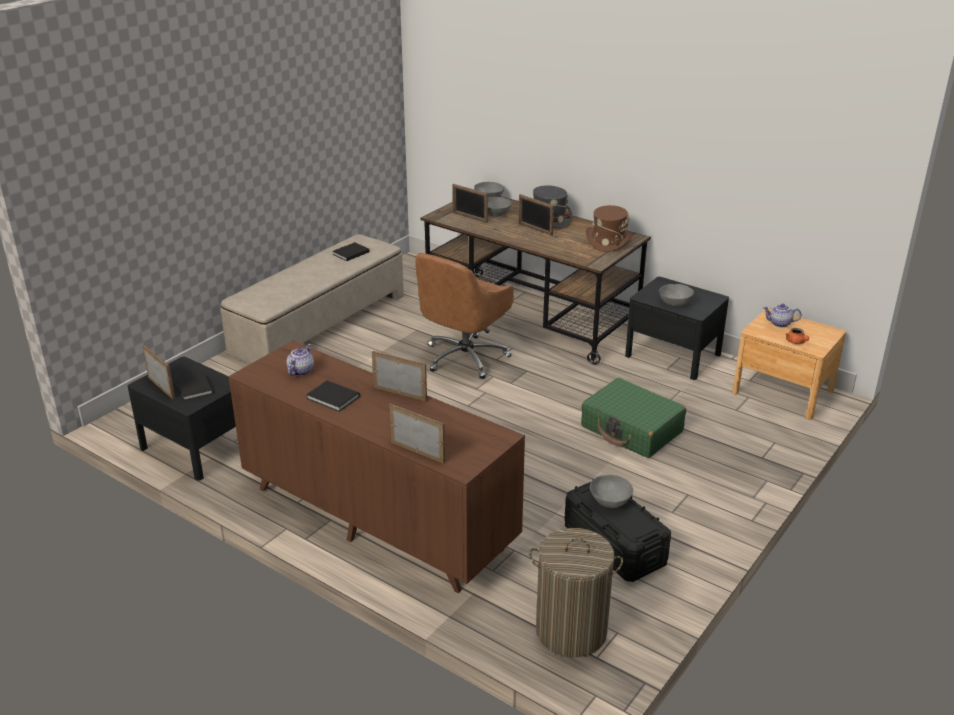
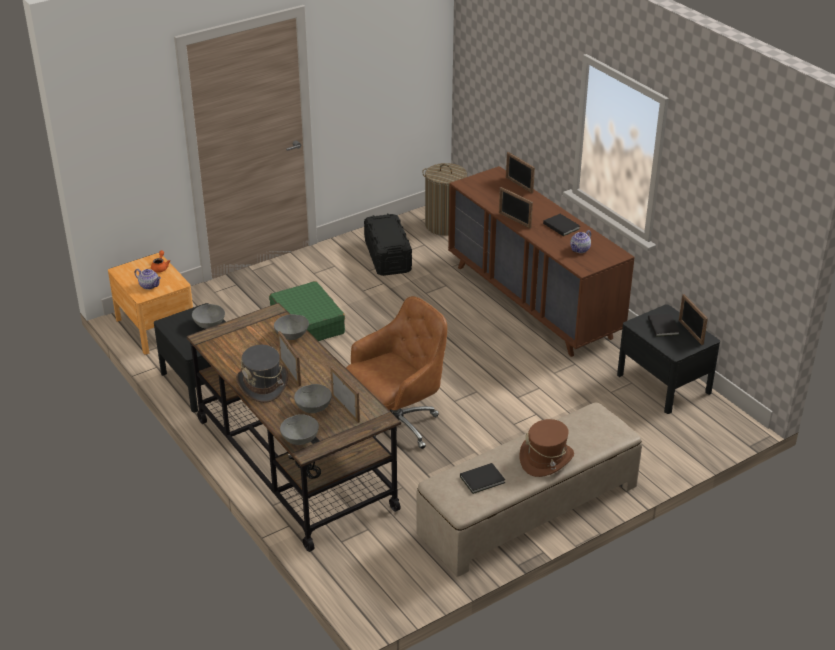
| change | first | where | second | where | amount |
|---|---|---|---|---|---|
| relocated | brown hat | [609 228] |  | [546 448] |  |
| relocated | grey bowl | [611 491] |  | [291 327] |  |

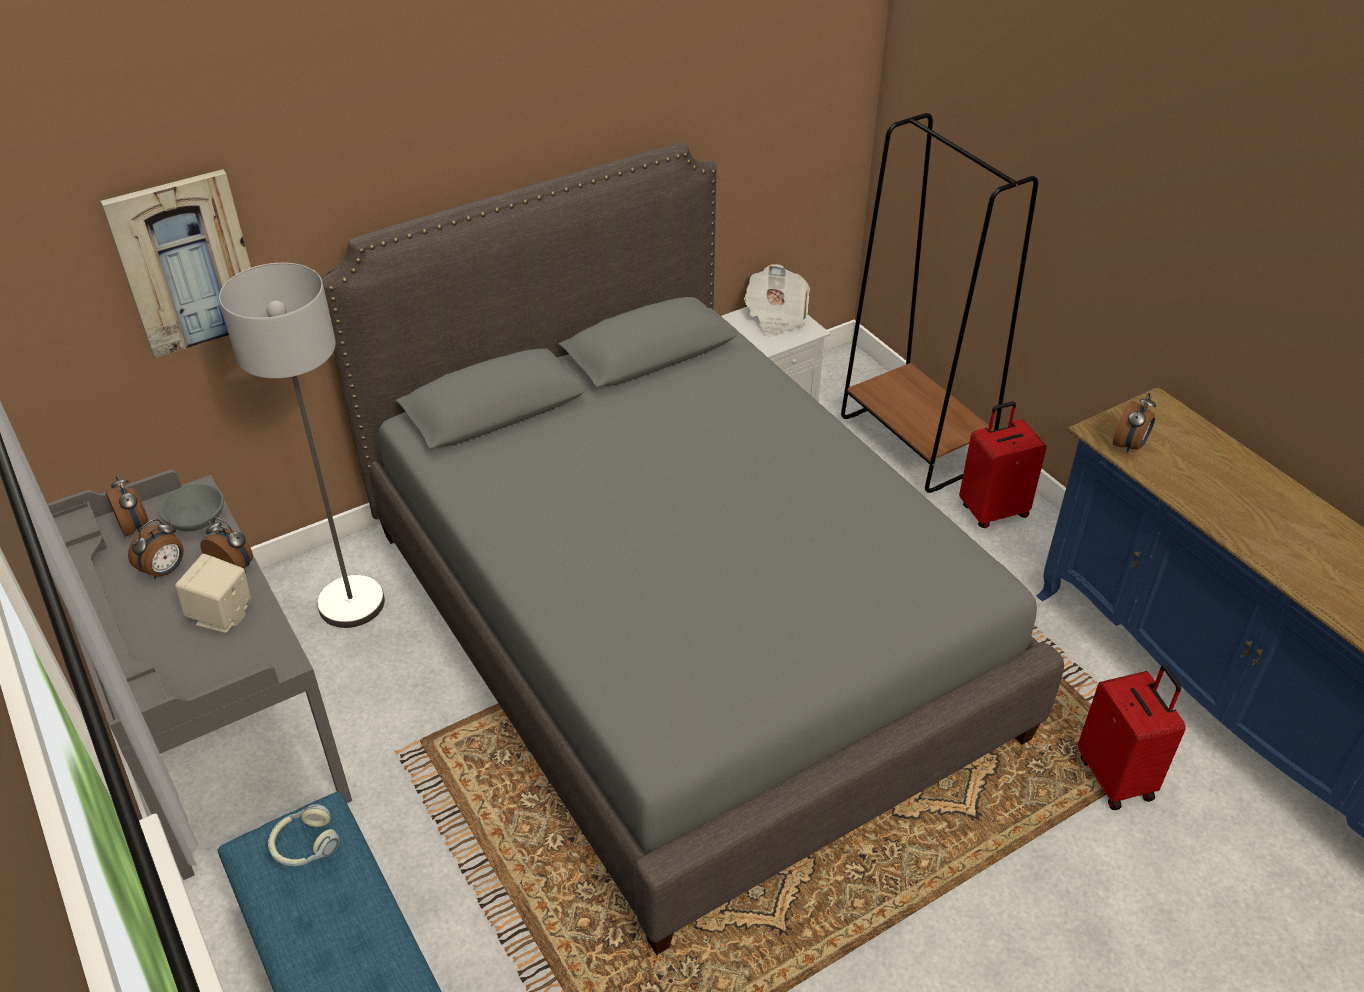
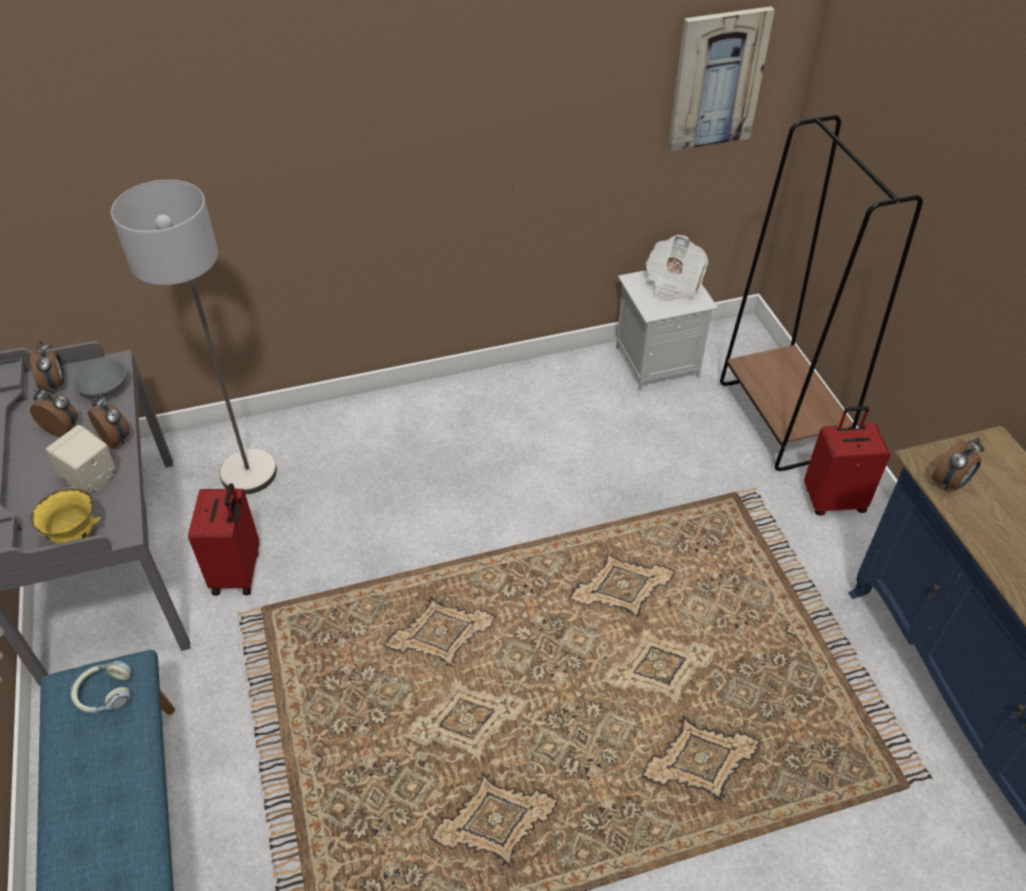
| change | first | where | second | where | amount |
|---|---|---|---|---|---|
| missing | grey bed | [692 549] |  |  |  |
| relocated | picture | [175 263] |  | [721 78] |  |
| spun | alarm clock | [156 549] |  | [54 411] | 120 degrees counterclockwise |
| relocated | red suitcase | [1132 737] |  | [224 539] |  |
| appeared |  |  | yellow bowl | [66 515] |  |

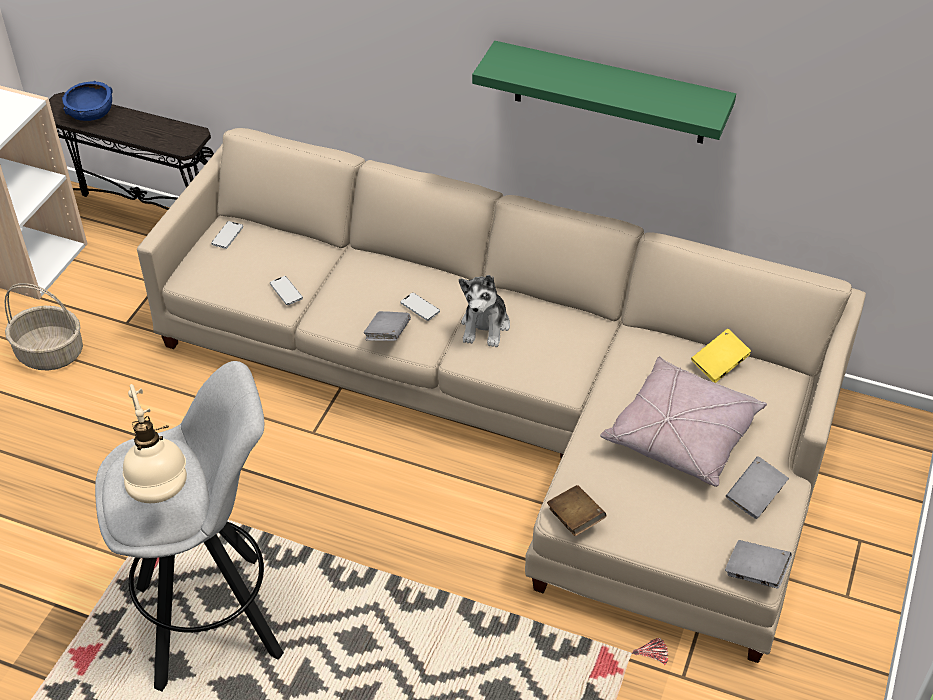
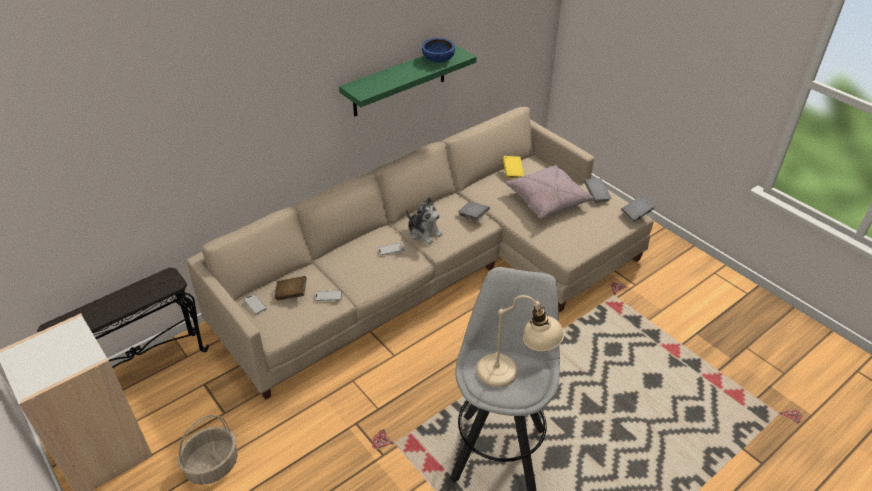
| change | first | where | second | where | amount |
|---|---|---|---|---|---|
| relocated | blue bowl | [87 101] |  | [438 50] |  |
| relocated | grey book | [387 326] |  | [474 211] |  |
| relocated | brown book | [577 510] |  | [290 288] |  |

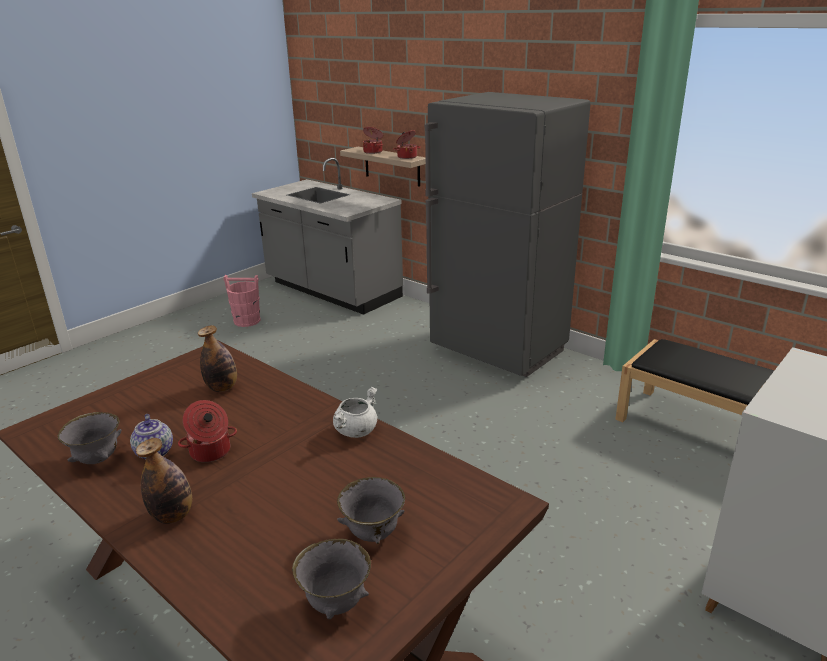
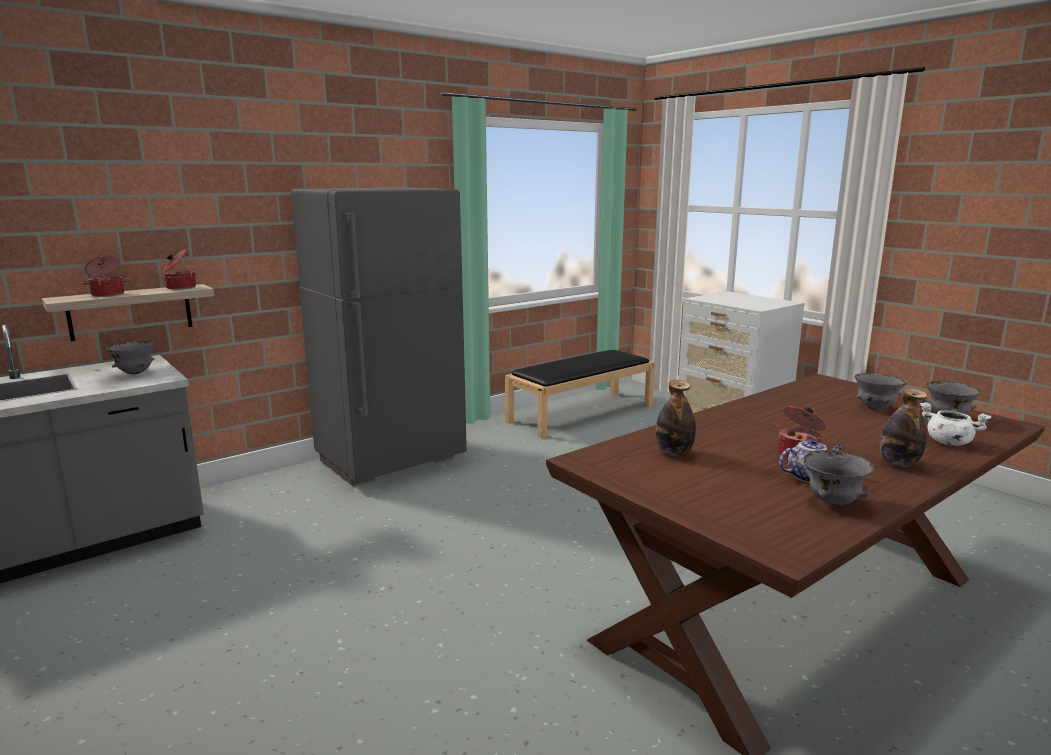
| change | first | where | second | where | amount |
|---|---|---|---|---|---|
| missing | pink bucket | [242 301] |  |  |  |
| relocated | white cooking pot | [355 412] |  | [955 424] |  |
| appeared |  |  | grey bowl | [130 357] |  |

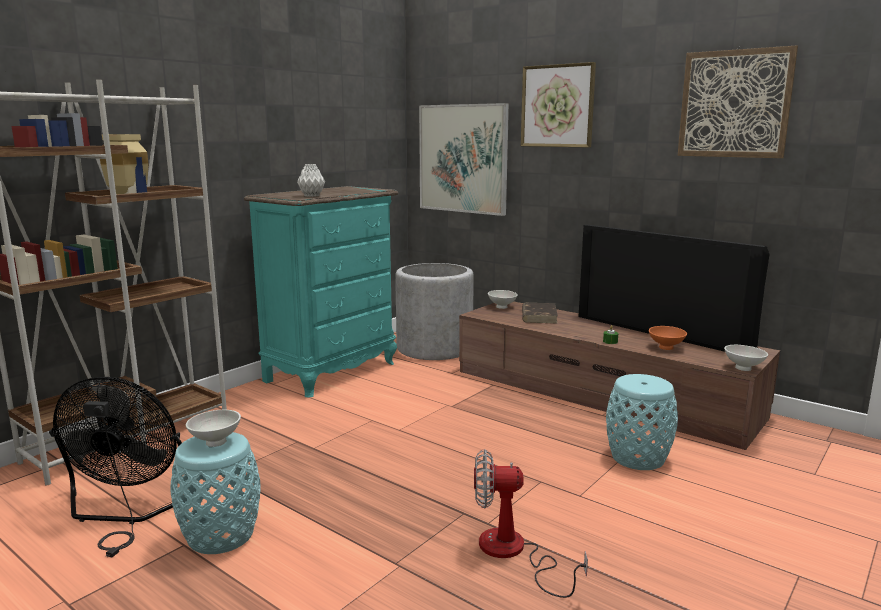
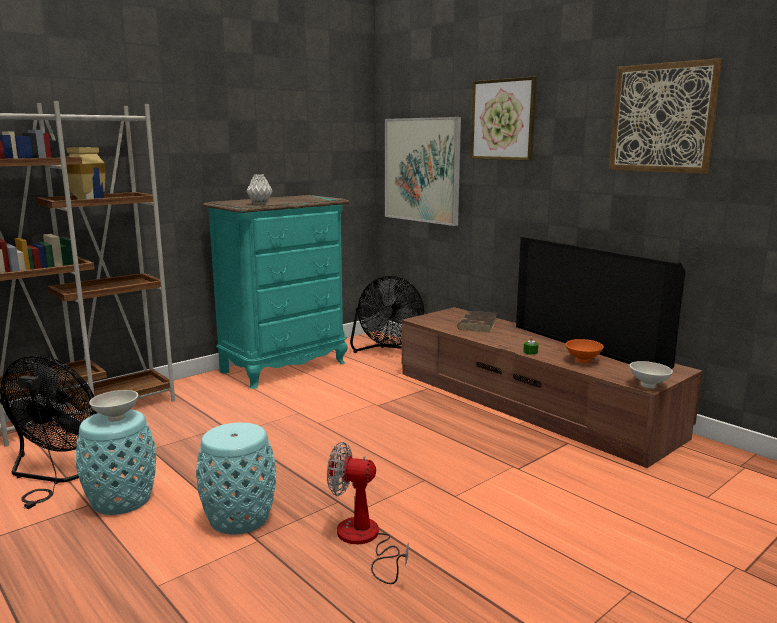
| change | first | where | second | where | amount |
|---|---|---|---|---|---|
| exchanged | grey planter | [434 311] | black fan | [388 314] |  |
| missing | white bowl | [503 299] |  |  |  |
| relocated | turquoise stool | [642 422] |  | [236 478] |  |

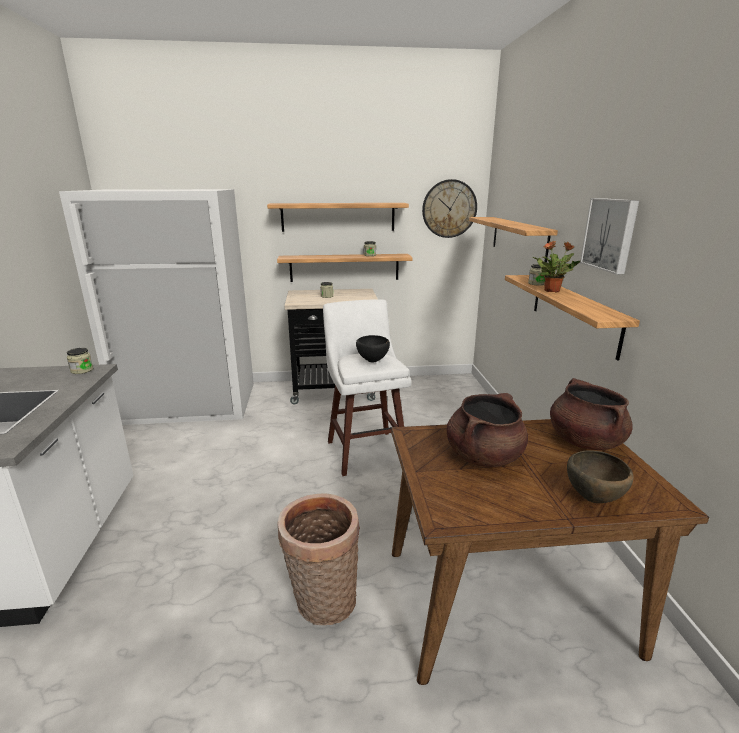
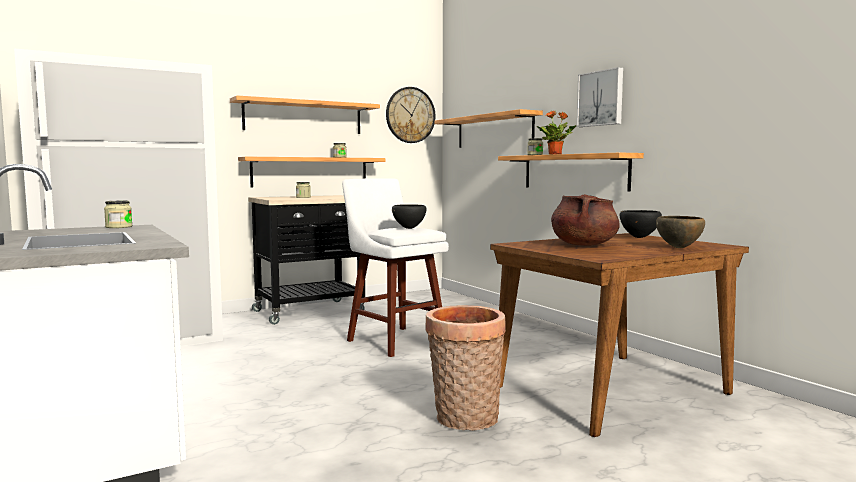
| change | first | where | second | where | amount |
|---|---|---|---|---|---|
| exchanged | brown cooking pot | [591 414] | black bowl | [641 224] |  |

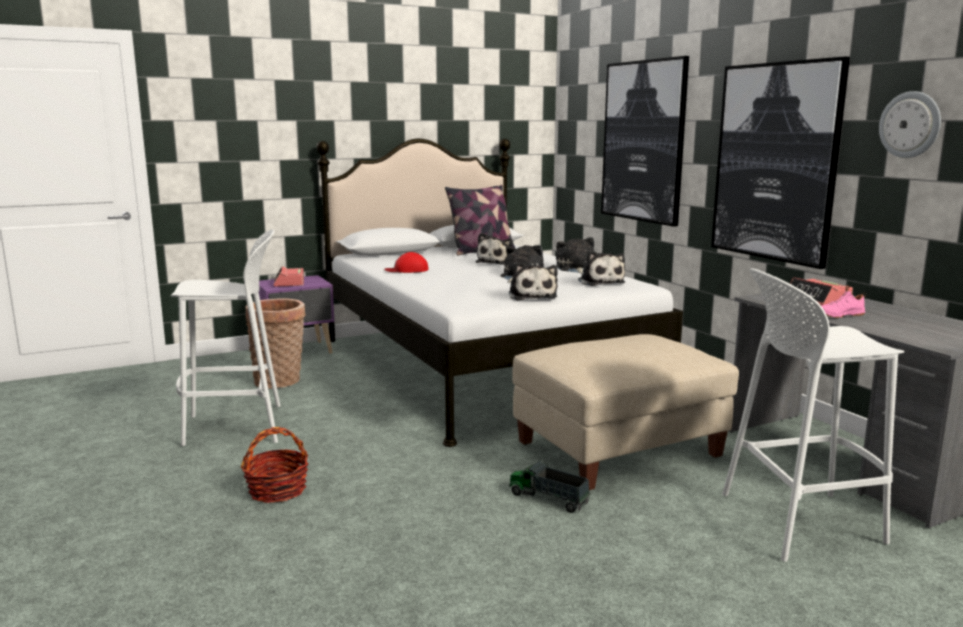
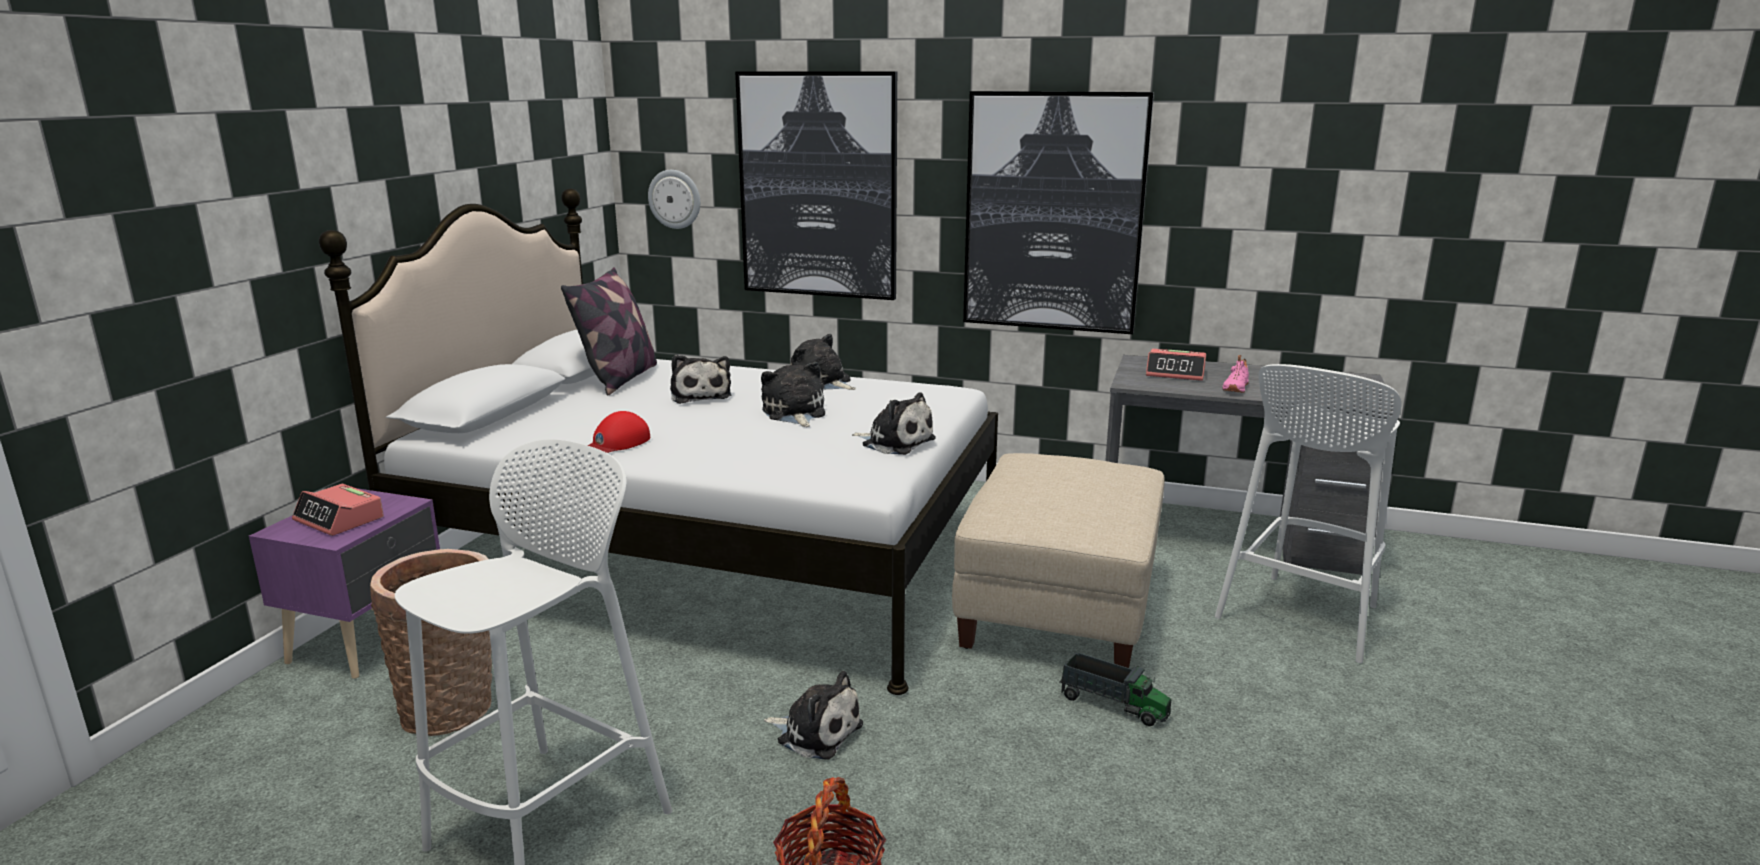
| change | first | where | second | where | amount |
|---|---|---|---|---|---|
| relocated | wall clock | [910 124] |  | [674 199] |  |
| relocated | plush toy | [601 268] |  | [813 715] |  |
| spun | toy truck | [550 487] |  | [1115 689] | 135 degrees counterclockwise |

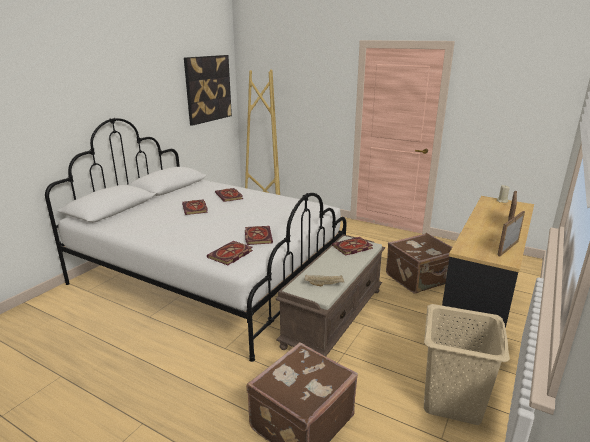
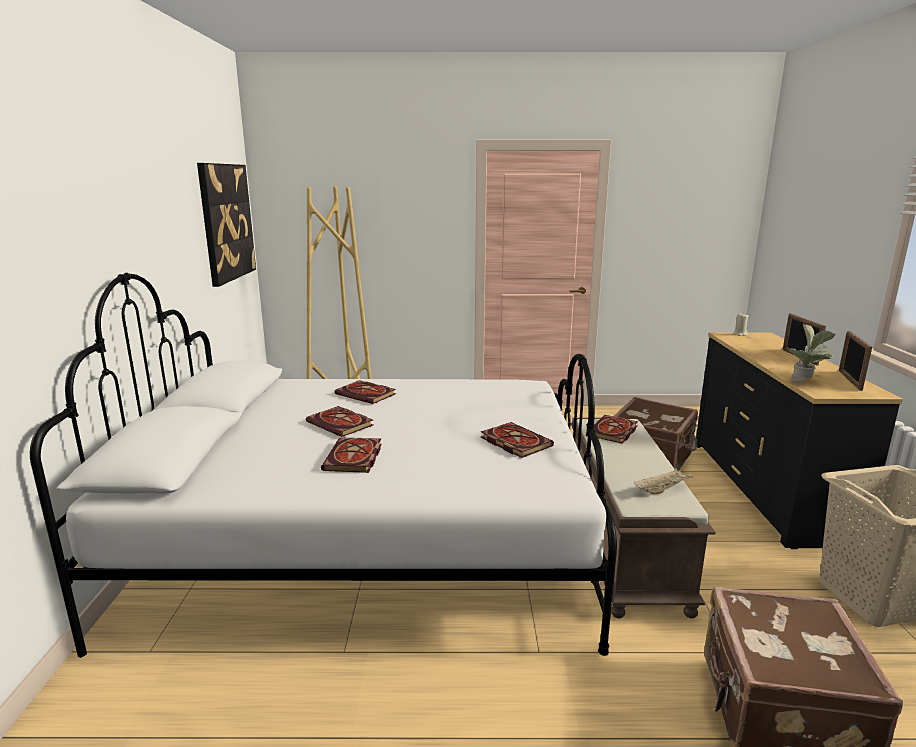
| change | first | where | second | where | amount |
|---|---|---|---|---|---|
| relocated | book | [230 253] |  | [351 455] |  |
| appeared |  |  | potted plant | [812 353] |  |

